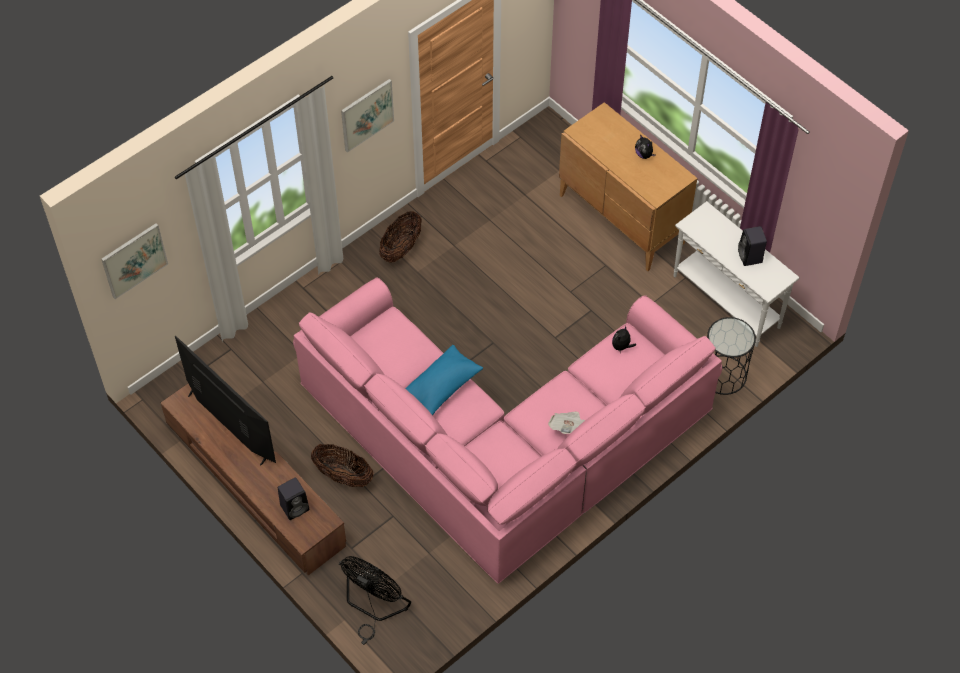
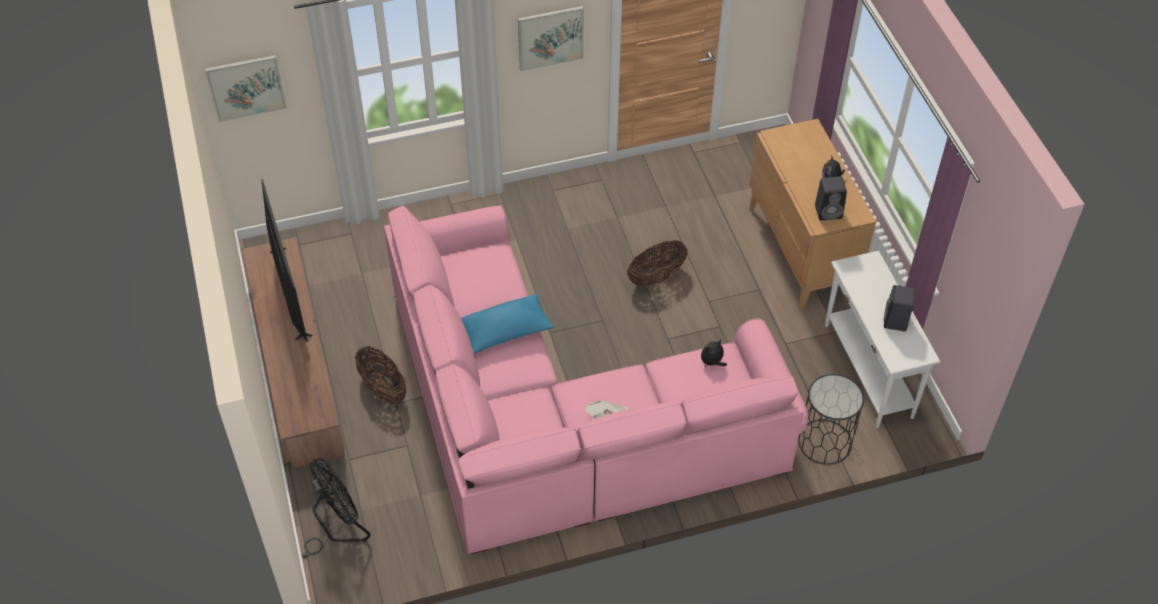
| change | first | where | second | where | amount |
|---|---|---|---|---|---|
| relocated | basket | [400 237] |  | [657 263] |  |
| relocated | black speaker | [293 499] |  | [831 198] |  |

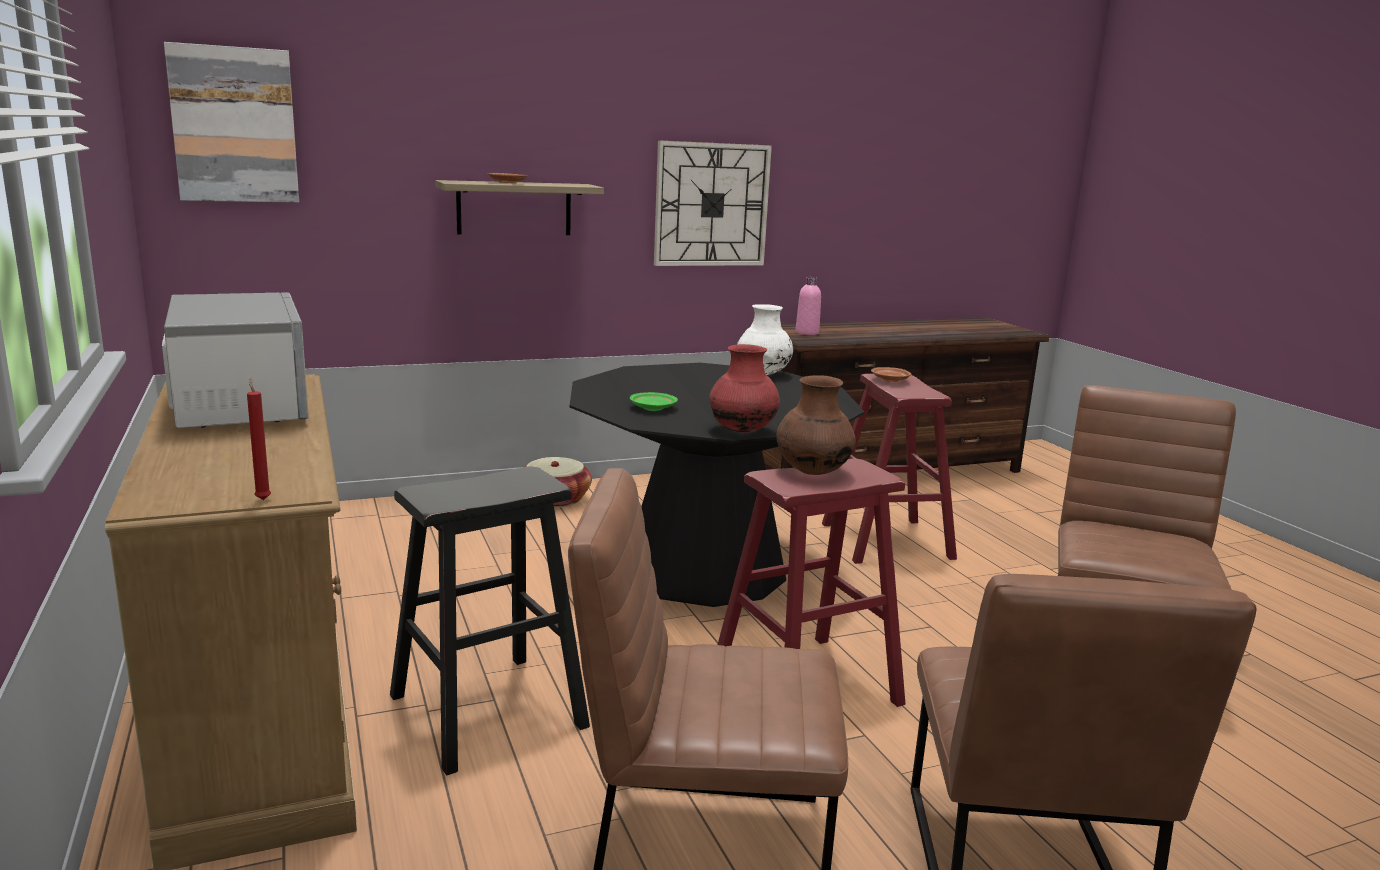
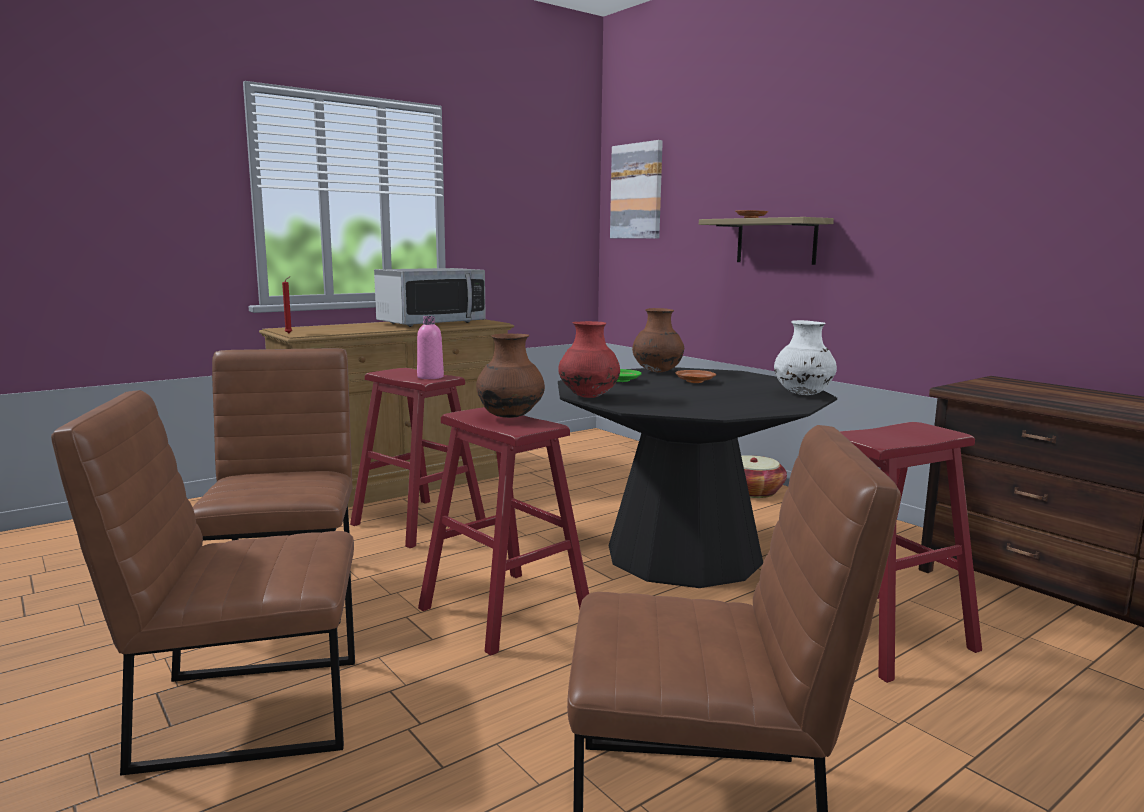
| change | first | where | second | where | amount |
|---|---|---|---|---|---|
| missing | wall clock | [713 203] |  |  |  |
| relocated | pink bottle | [808 306] |  | [430 347] |  |
| relocated | brown plate | [891 374] |  | [696 376] |  |
| colour | black stool | [490 621] | red stool | [418 458] |  |
| appeared |  |  | brown vase | [658 340] |  |

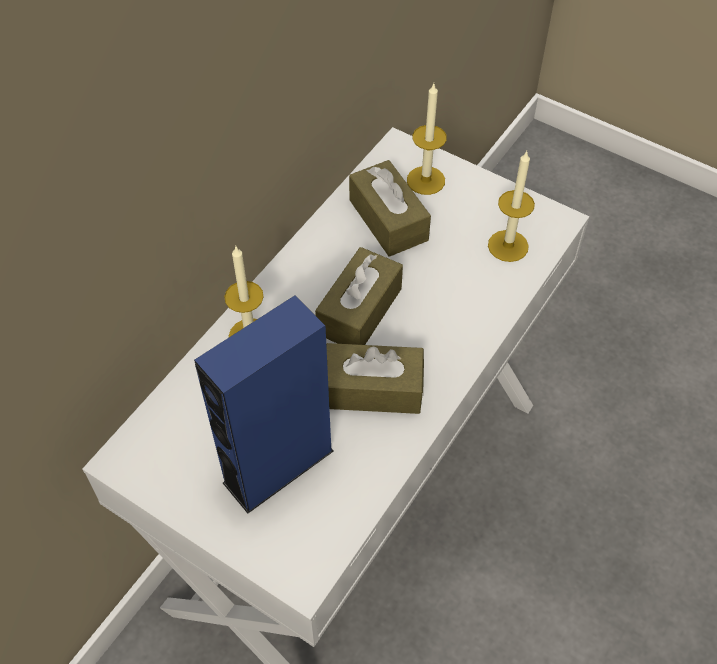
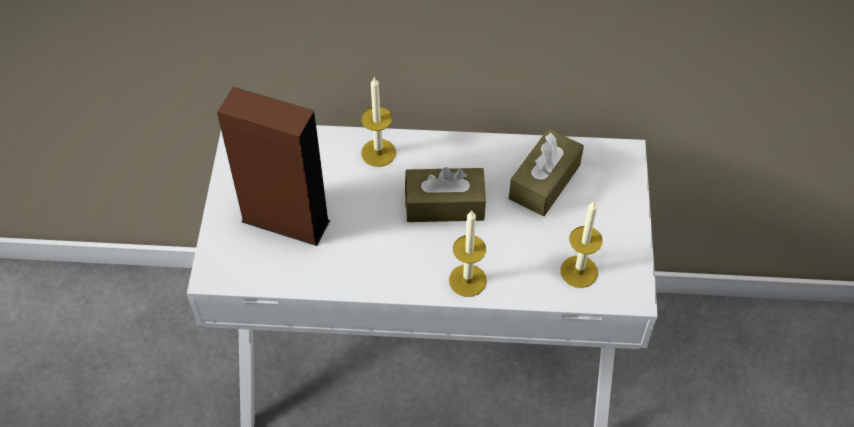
| change | first | where | second | where | amount |
|---|---|---|---|---|---|
| relocated | candle | [427 139] |  | [468 254] |  |
| colour | blue speaker | [264 404] | brown speaker | [273 166] |  |
| missing | brown tissue box | [375 378] |  |  |  |

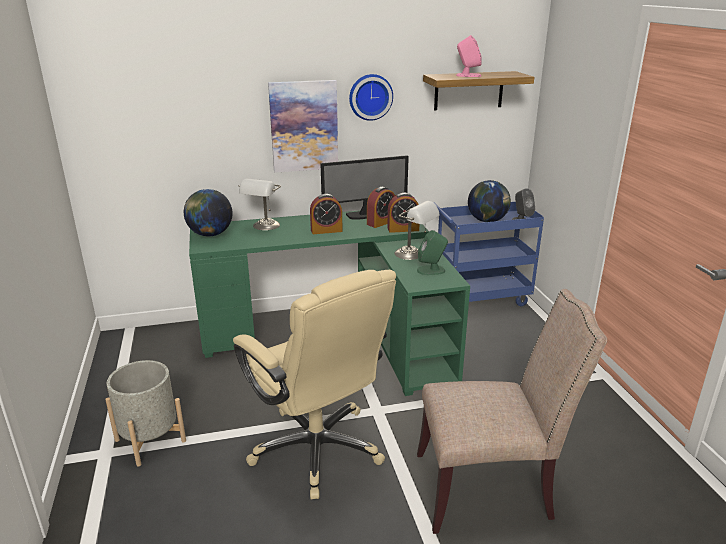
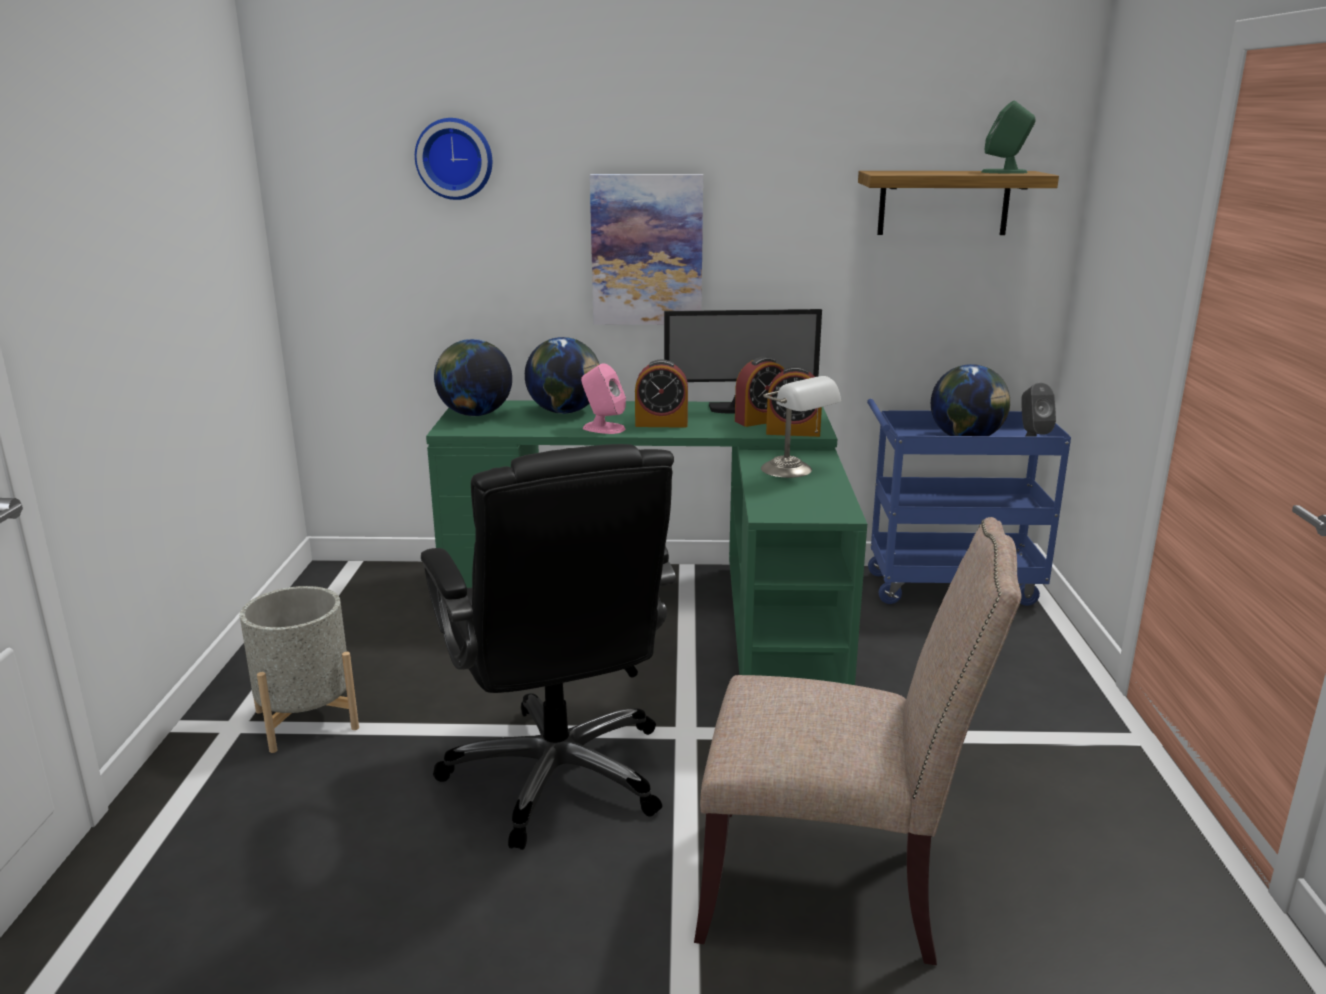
| change | first | where | second | where | amount |
|---|---|---|---|---|---|
| relocated | pink speaker | [469 56] |  | [603 398] |  |
| relocated | wall clock | [371 97] |  | [453 159] |  |
| exchanged | white table lamp | [260 204] | globe | [562 375] |  |
| relocated | green speaker | [432 252] |  | [1008 137] |  |
| colour | beige office chair | [314 385] | black office chair | [548 647] |  |

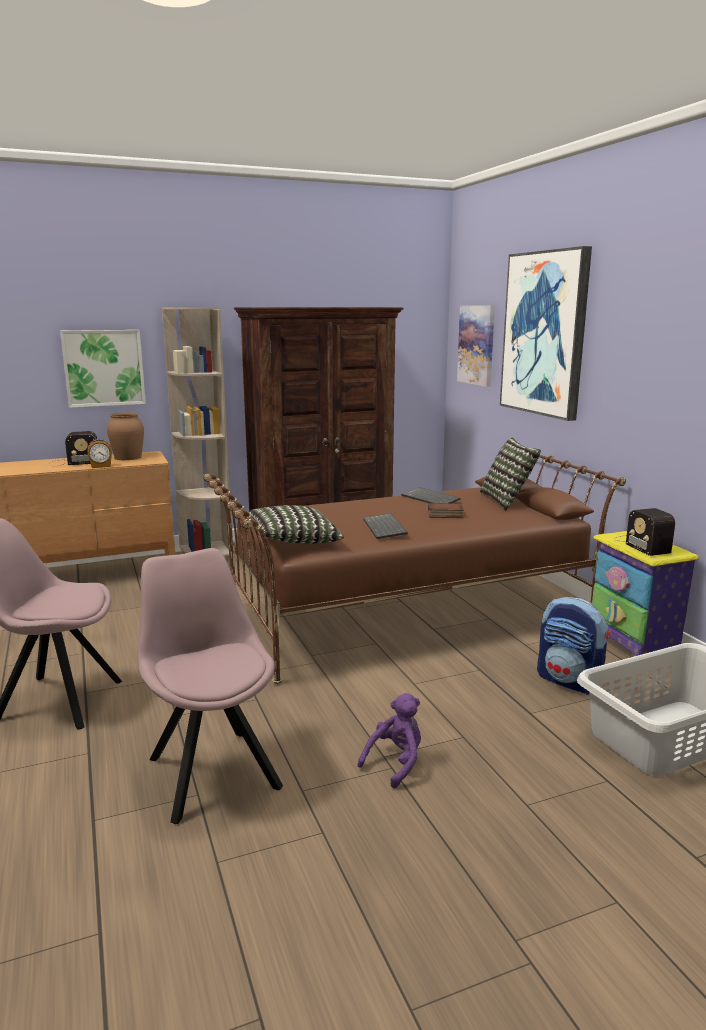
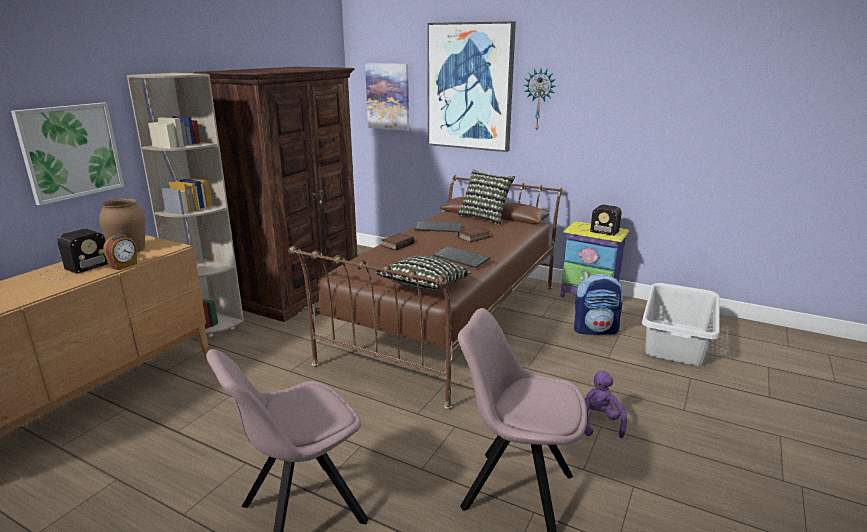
| change | first | where | second | where | amount |
|---|---|---|---|---|---|
| appeared |  |  | wall clock | [540 100] |  |
| appeared |  |  | book | [398 241] |  |

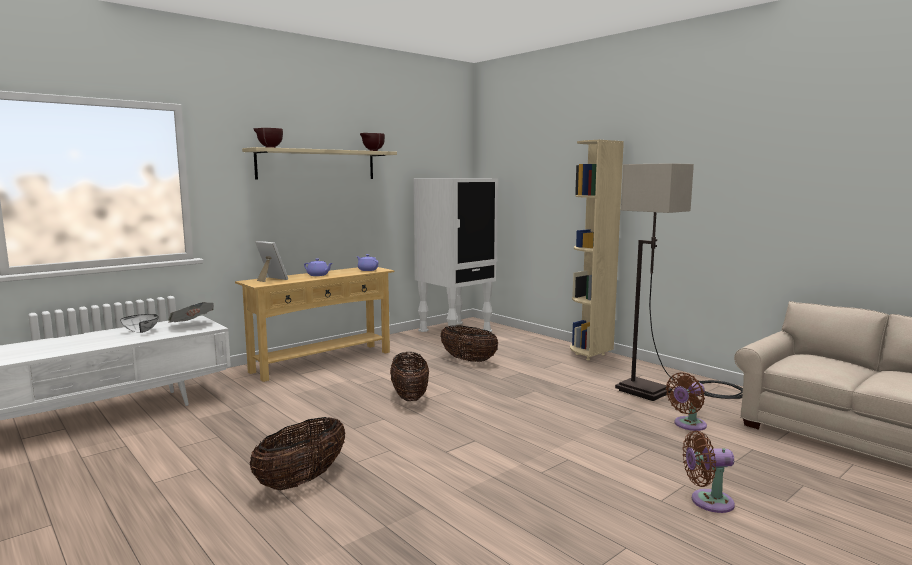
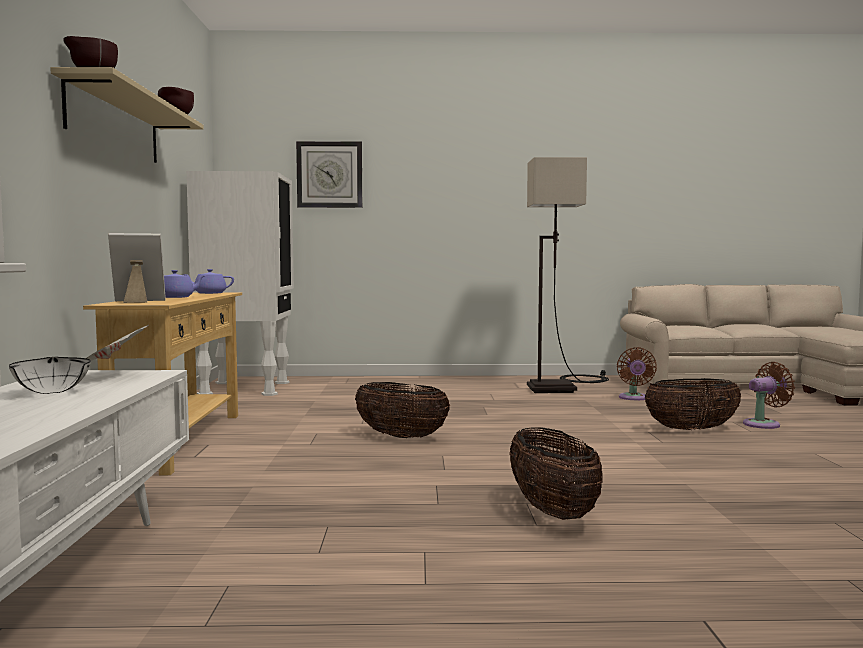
| change | first | where | second | where | amount |
|---|---|---|---|---|---|
| missing | beige bookcase | [597 250] |  |  |  |
| relocated | basket | [469 343] |  | [693 404] |  |
| spun | brown fan | [709 472] |  | [769 395] | 150 degrees counterclockwise |
| appeared |  |  | wall clock | [329 174] |  |

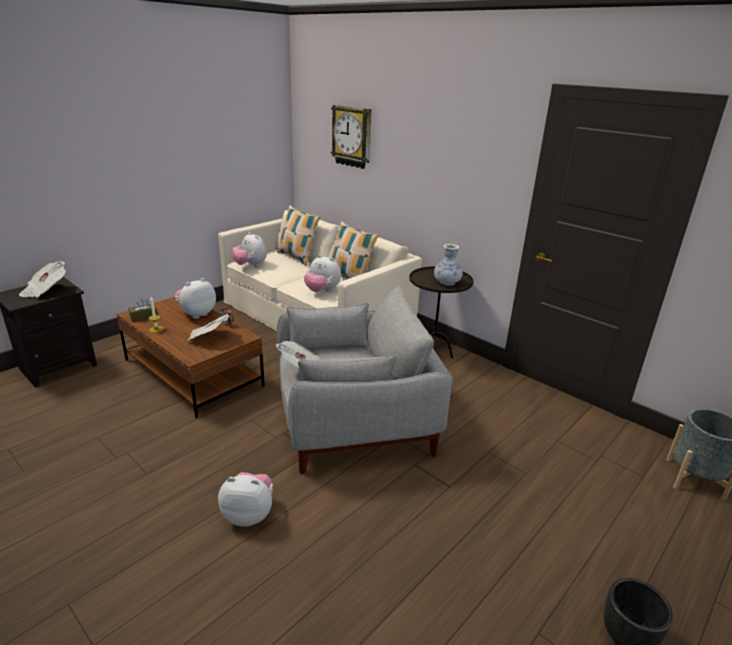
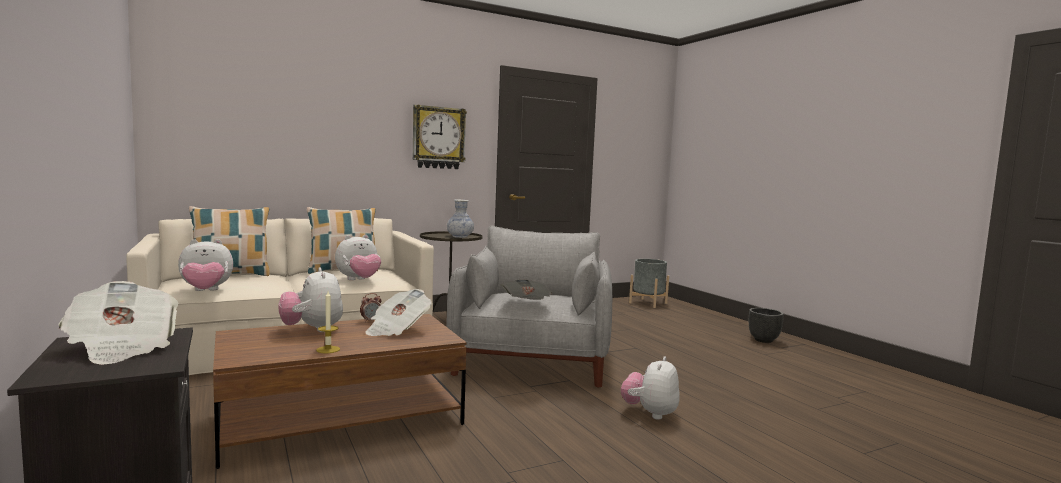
| change | first | where | second | where | amount |
|---|---|---|---|---|---|
| relocated | wall clock | [351 137] |  | [440 137] |  |
| missing | brown tissue box | [142 310] |  |  |  |

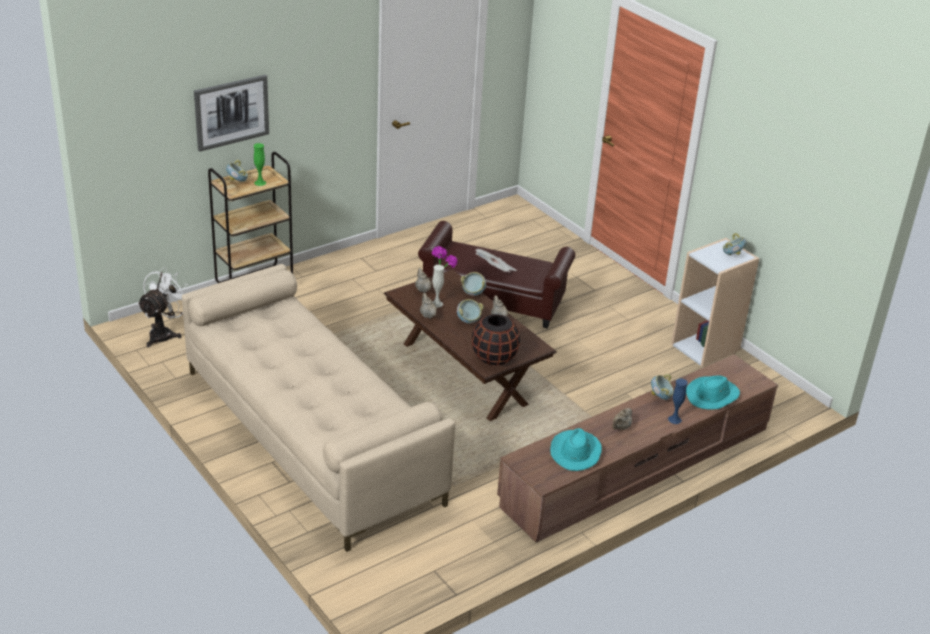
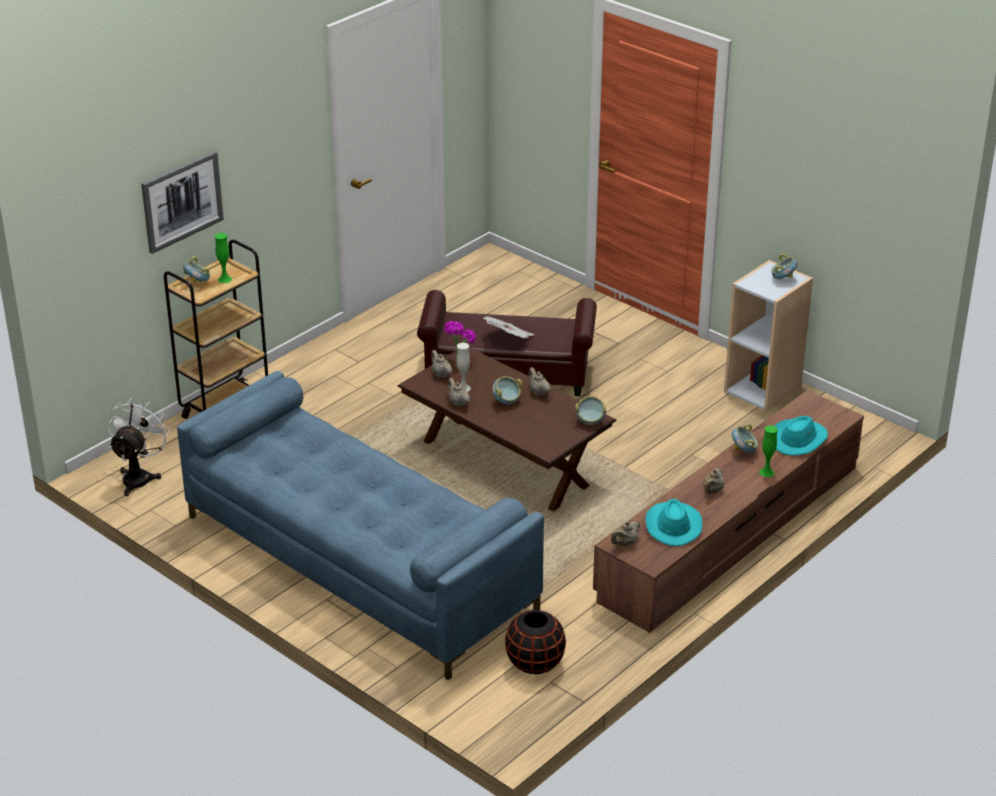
| change | first | where | second | where | amount |
|---|---|---|---|---|---|
| colour | beige sofa | [318 408] | blue sofa | [360 525] |  |
| relocated | bowl | [473 284] |  | [590 410] |  |
| relocated | black vase | [496 339] |  | [535 642] |  |
| colour | blue vase | [678 401] | green vase | [768 451] |  |
| appeared |  |  | beige teapot | [625 533] |  |

